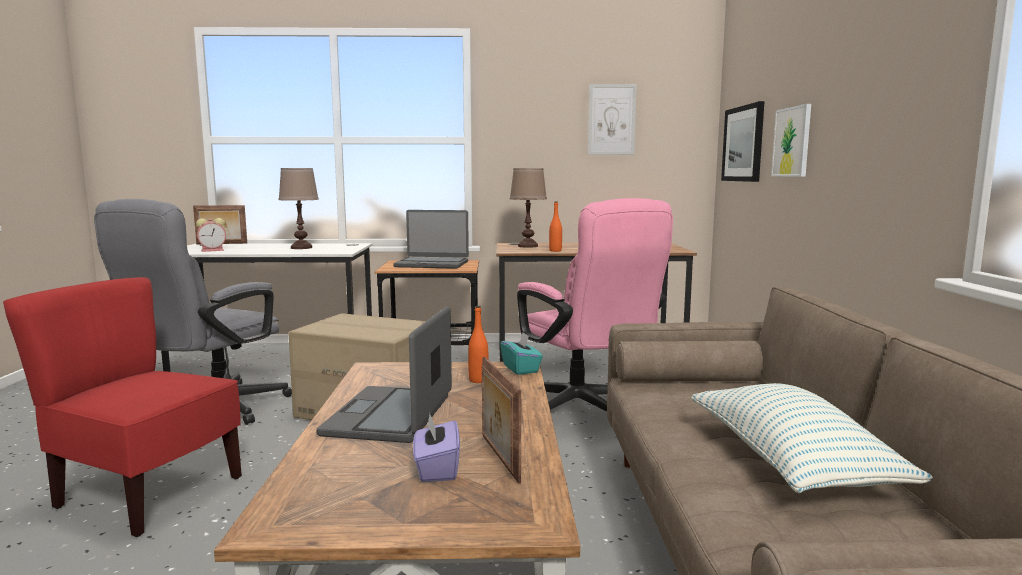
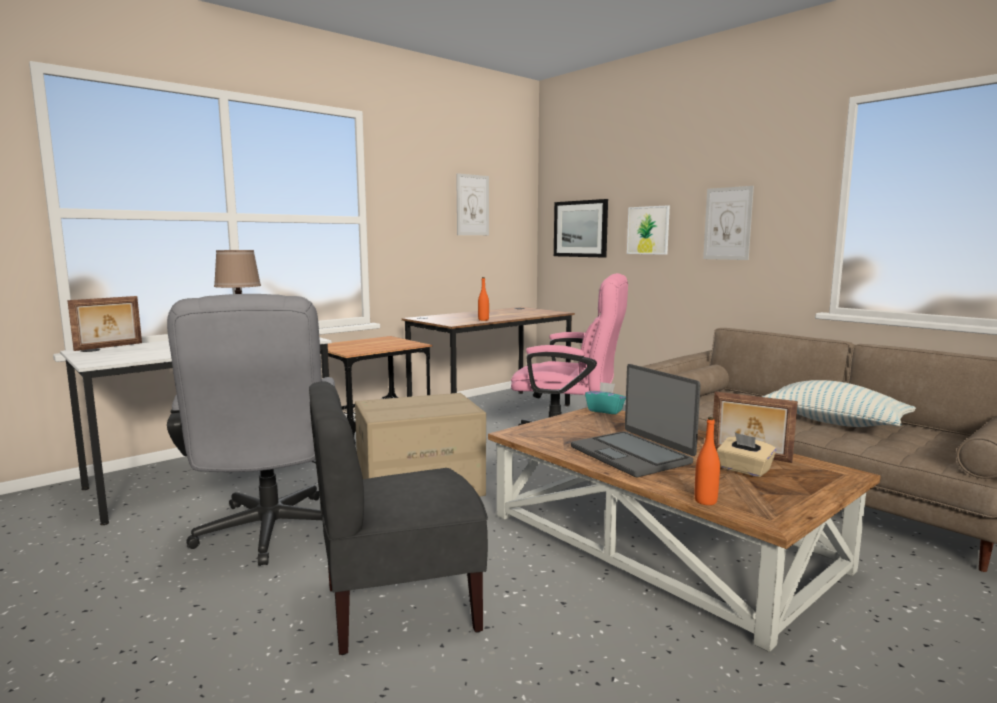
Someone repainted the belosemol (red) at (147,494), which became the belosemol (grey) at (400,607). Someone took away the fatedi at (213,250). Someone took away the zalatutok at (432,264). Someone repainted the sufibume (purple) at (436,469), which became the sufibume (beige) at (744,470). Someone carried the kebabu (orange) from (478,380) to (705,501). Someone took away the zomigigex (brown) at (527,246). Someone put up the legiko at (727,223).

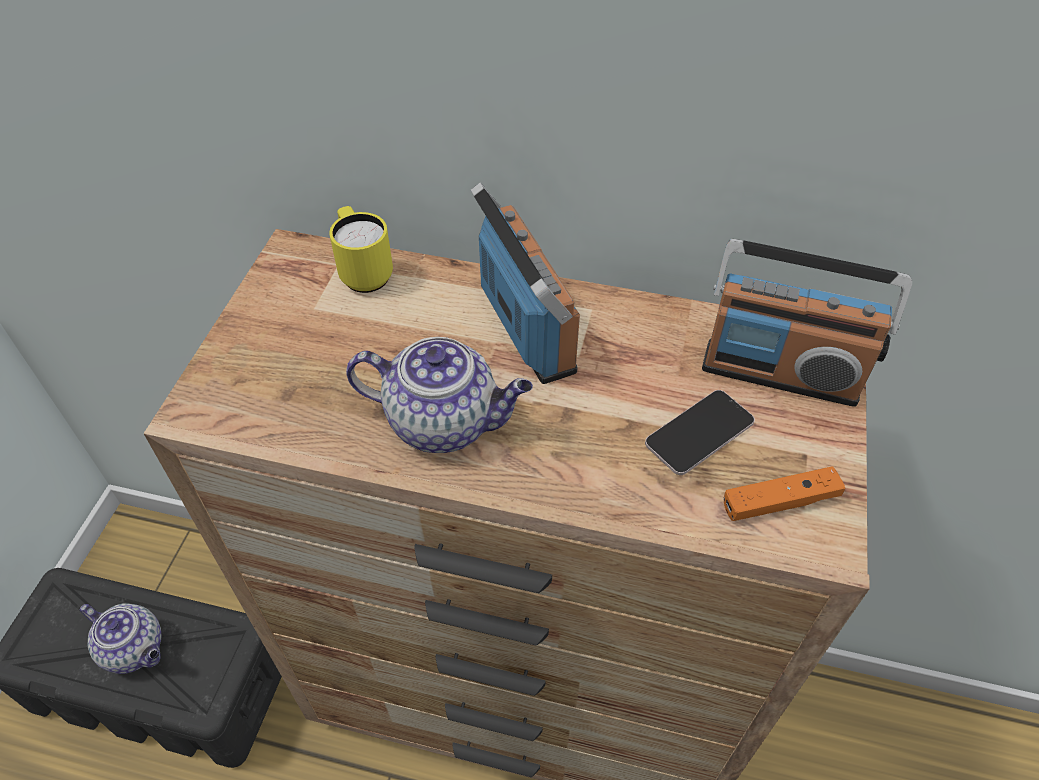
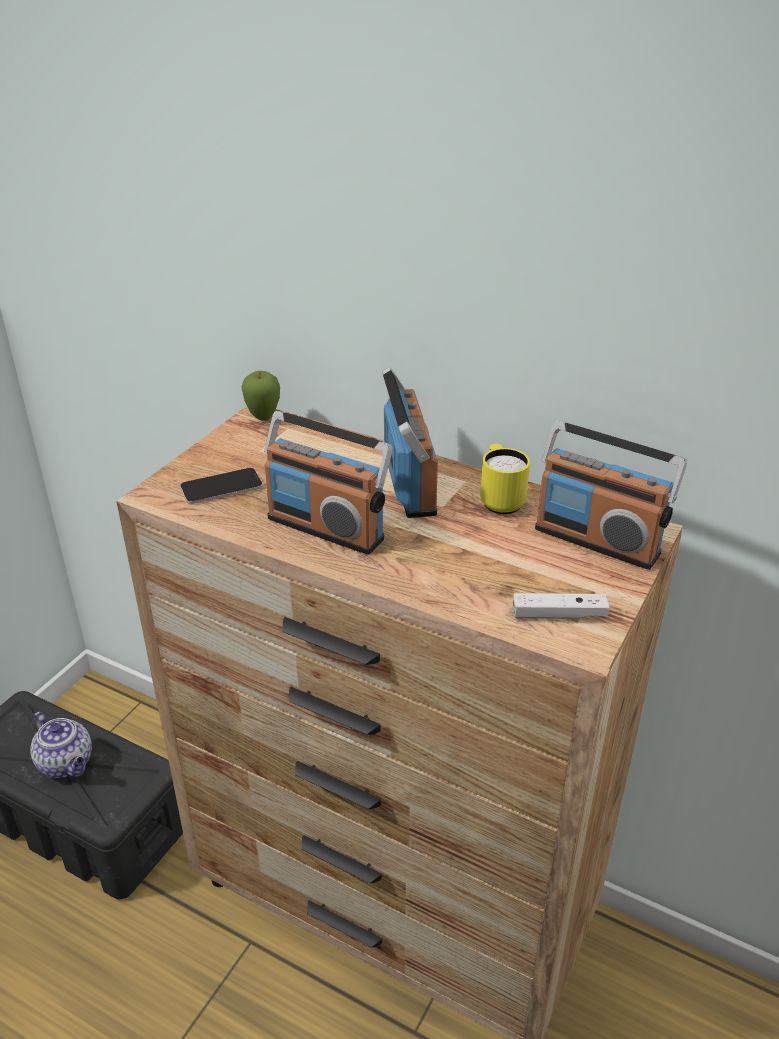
Someone carried the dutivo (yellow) from (364,272) to (500,500). Someone swapped the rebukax at (445,421) for the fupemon at (326,527). Someone carried the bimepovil from (699,433) to (221,487). Someone repainted the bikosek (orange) at (780,502), which became the bikosek (white) at (559,614). Someone put down the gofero at (263,418).

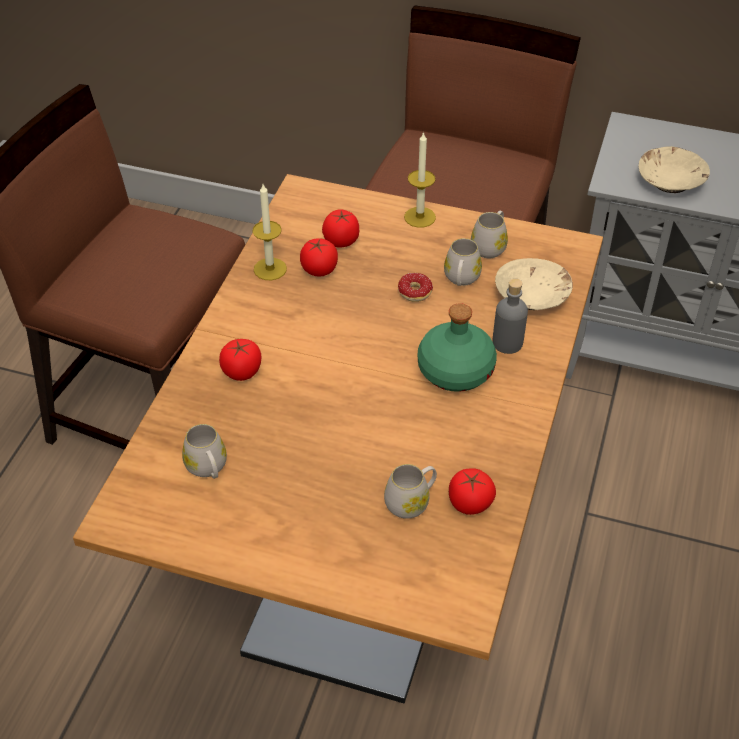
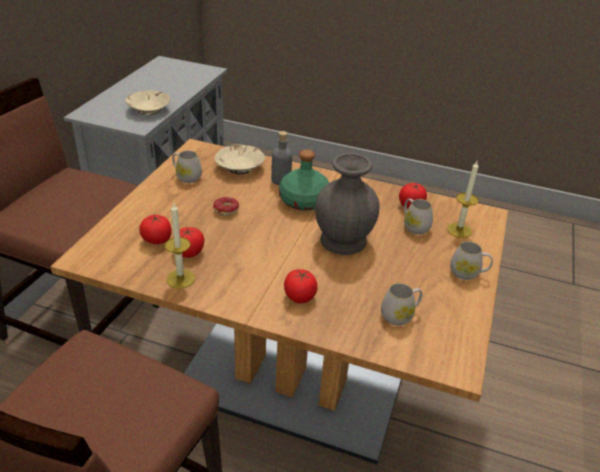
Someone carried the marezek from (420,217) to (459,230). Someone carried the dutivo (white) from (461,279) to (468,273). Someone put down the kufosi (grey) at (344,239).

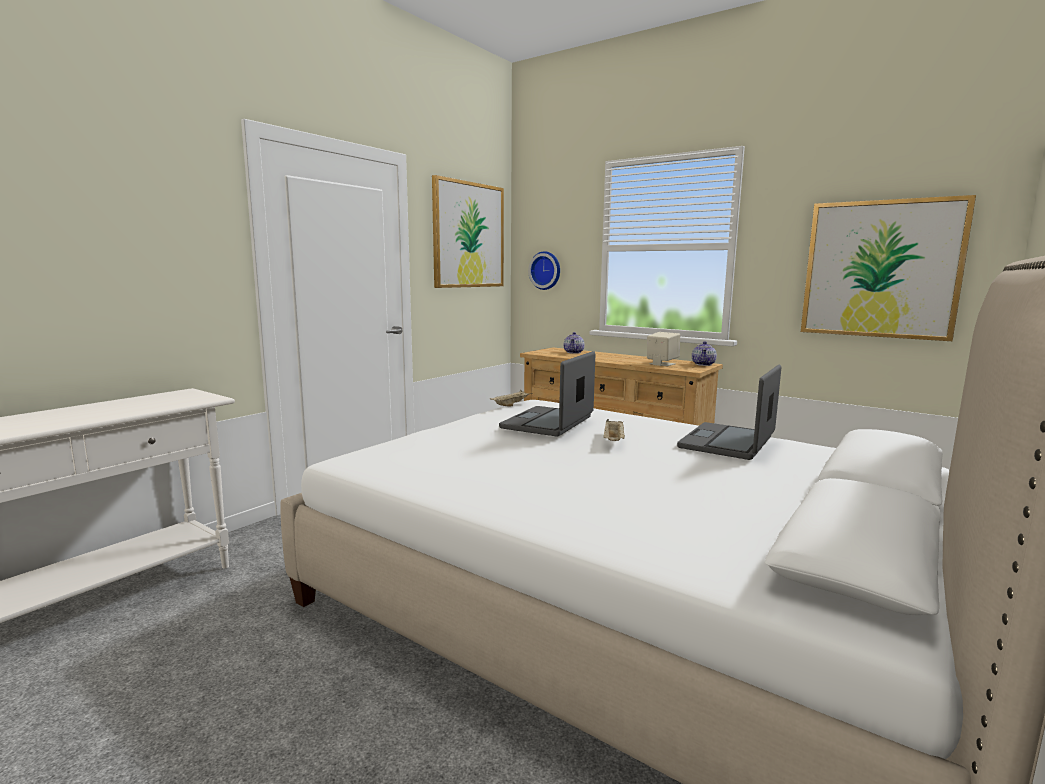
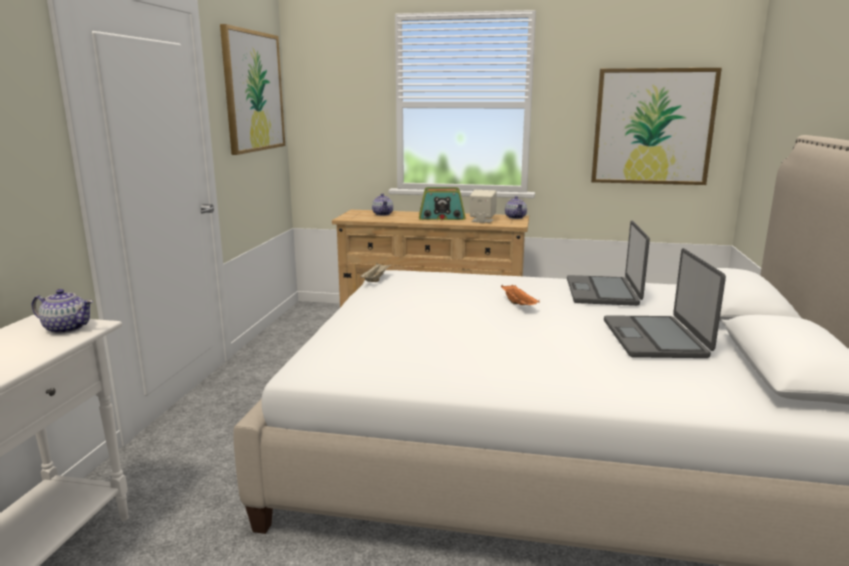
Someone carried the zalatutok from (549,423) to (655,338). Someone took away the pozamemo at (546,270). Someone repainted the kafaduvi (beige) at (613,441), which became the kafaduvi (orange) at (519,305). Someone put down the rebukax at (66,328). Someone put down the fupemon at (442,217).

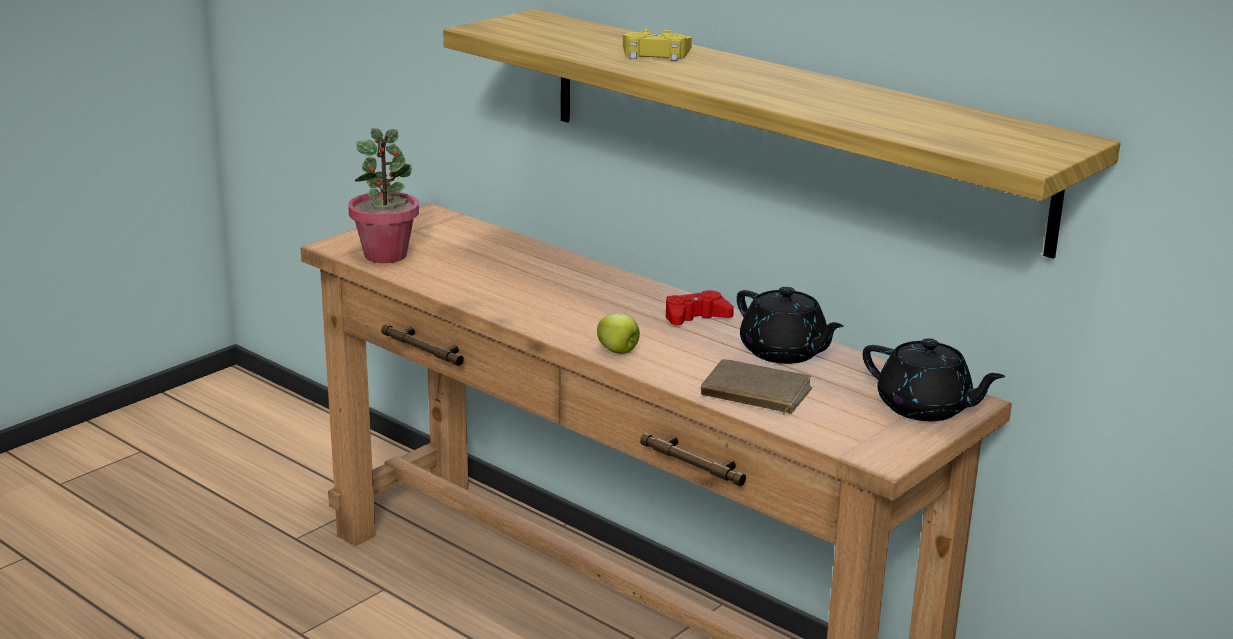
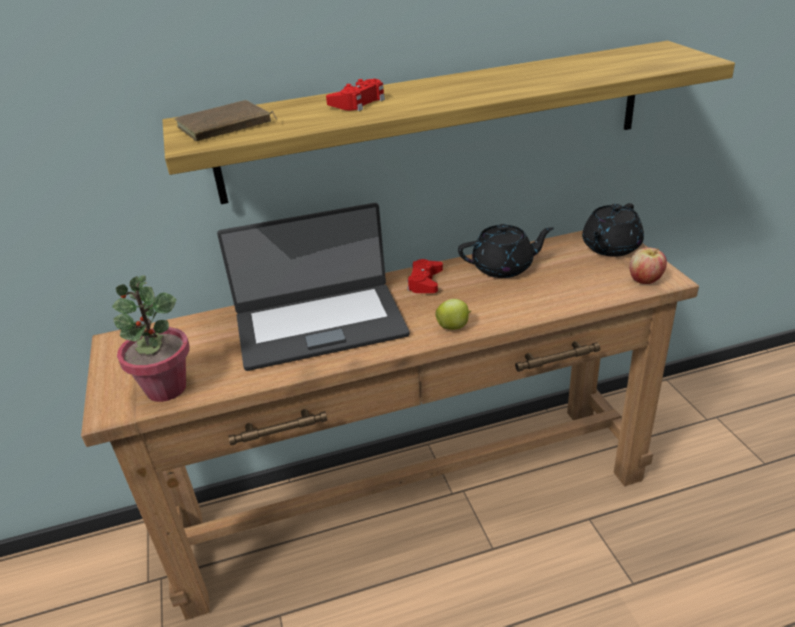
Someone repainted the bikosek (yellow) at (655,54), which became the bikosek (red) at (358,102). Someone carried the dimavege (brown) from (754,394) to (225,127). Someone rotated the rebukax (black) at (925,408) by 150 degrees clockwise. Someone put down the zalatutok at (320,324). Someone put down the gofero at (645,280).

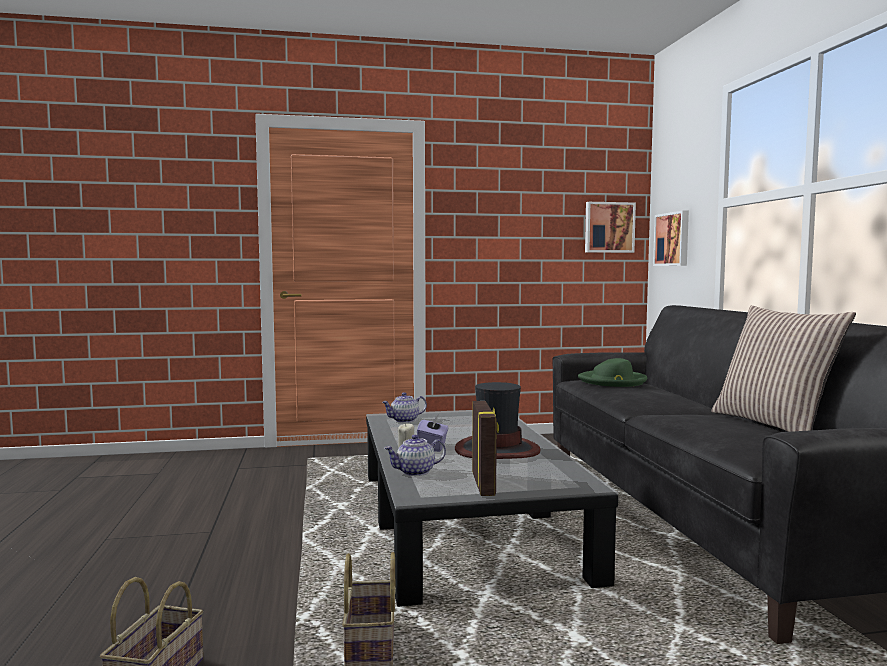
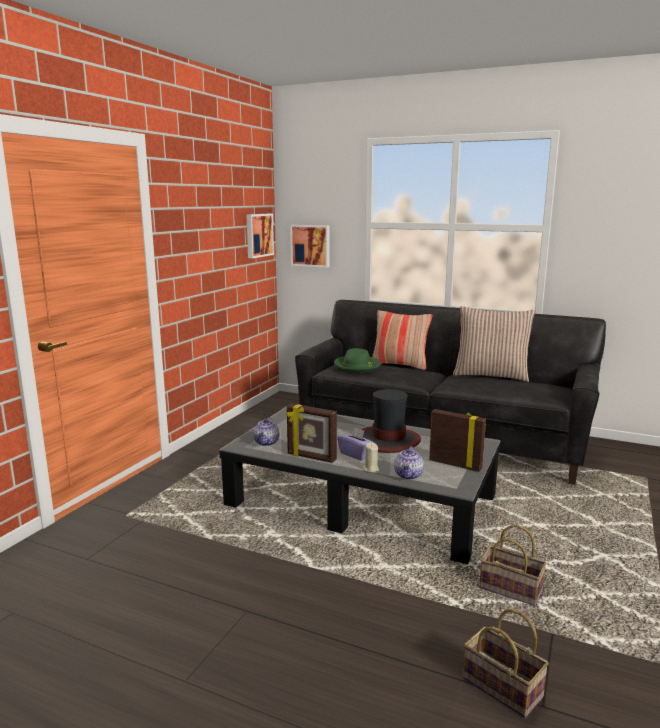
Someone put down the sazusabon at (311,457). Someone put down the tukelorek at (400,364).

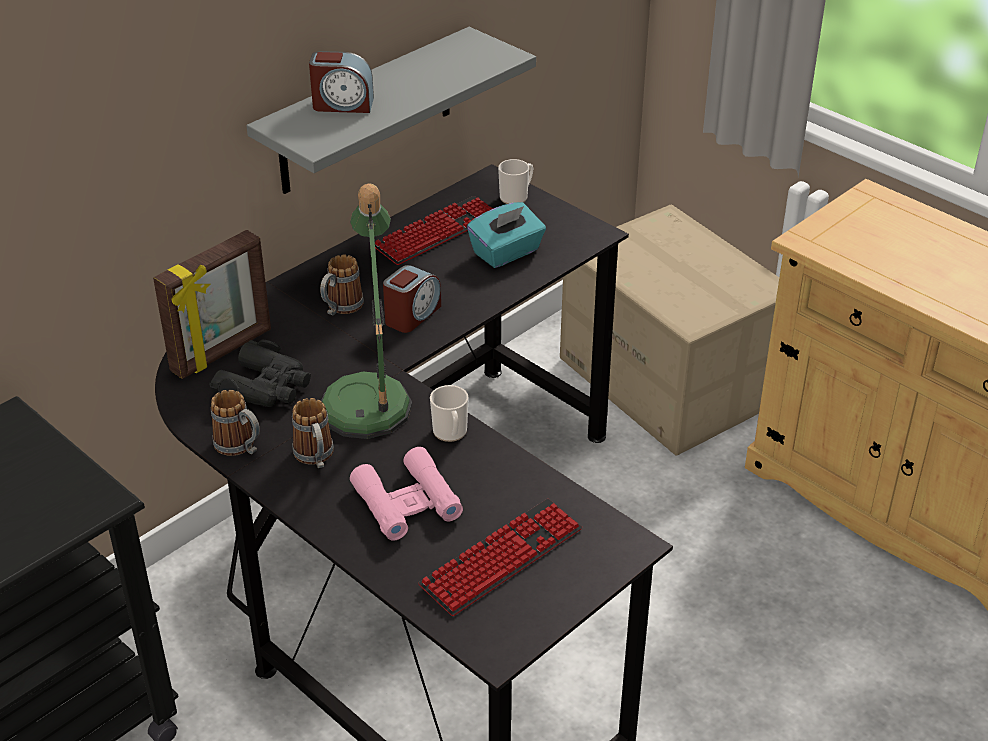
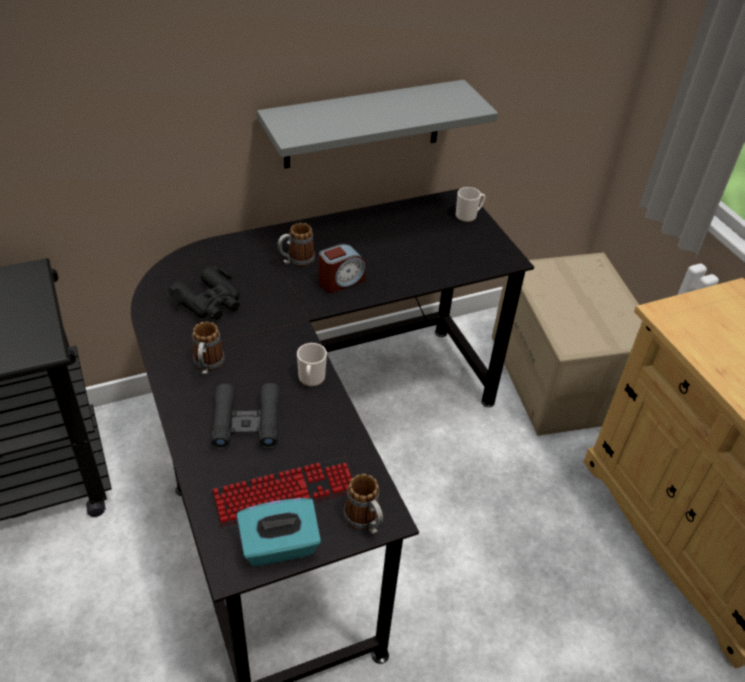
Someone took away the sazusabon at (222,352). Someone carried the dutivo from (240,447) to (365,522). Someone took away the fatedi at (342,104). Someone took away the zomigigex at (368,397). Someone repainted the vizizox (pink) at (407,503), which became the vizizox (black) at (246,422). Someone took away the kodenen at (437,232). Someone carried the sufibume (turquoise) from (507,253) to (279,546).

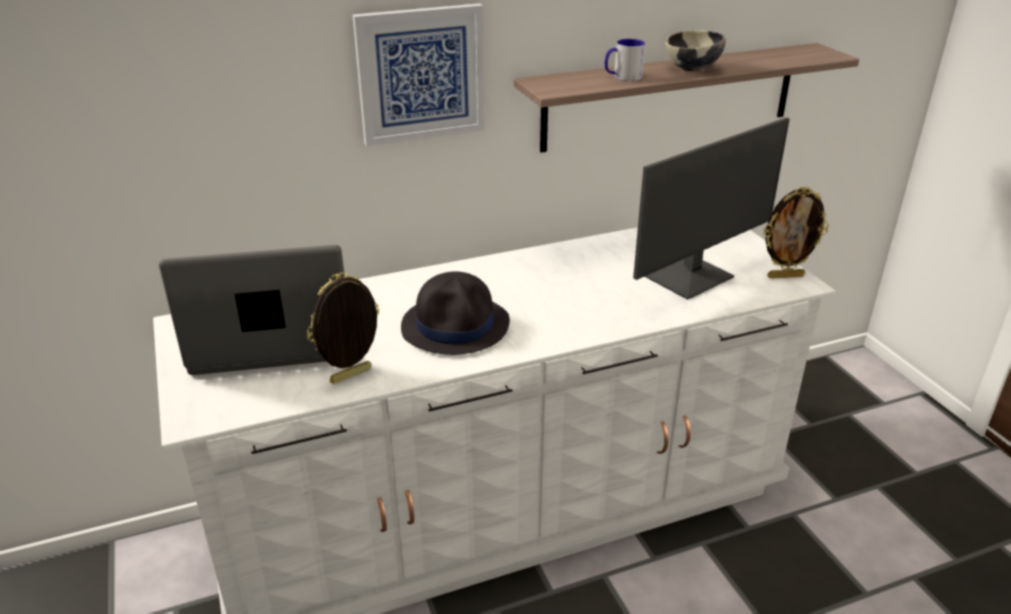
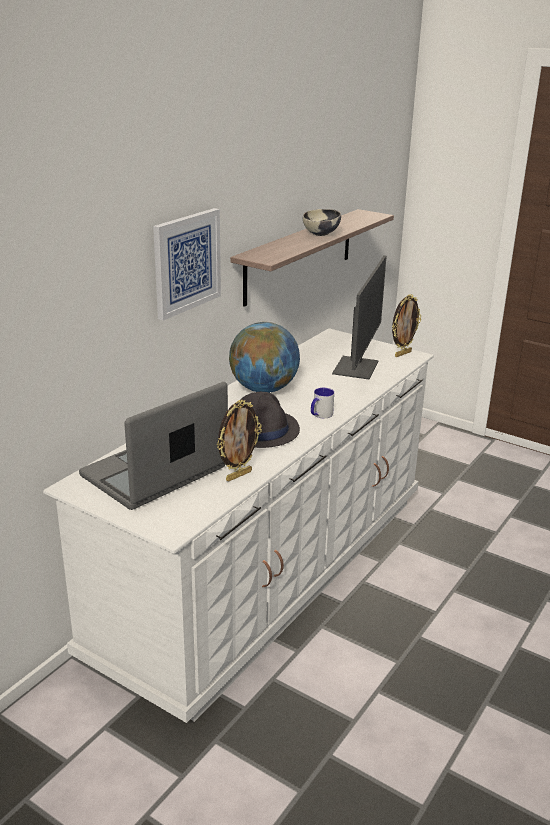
Someone rotated the sazusabon at (351,376) by 150 degrees counterclockwise. Someone carried the dutivo from (622,77) to (320,415). Someone put down the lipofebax at (264,389).

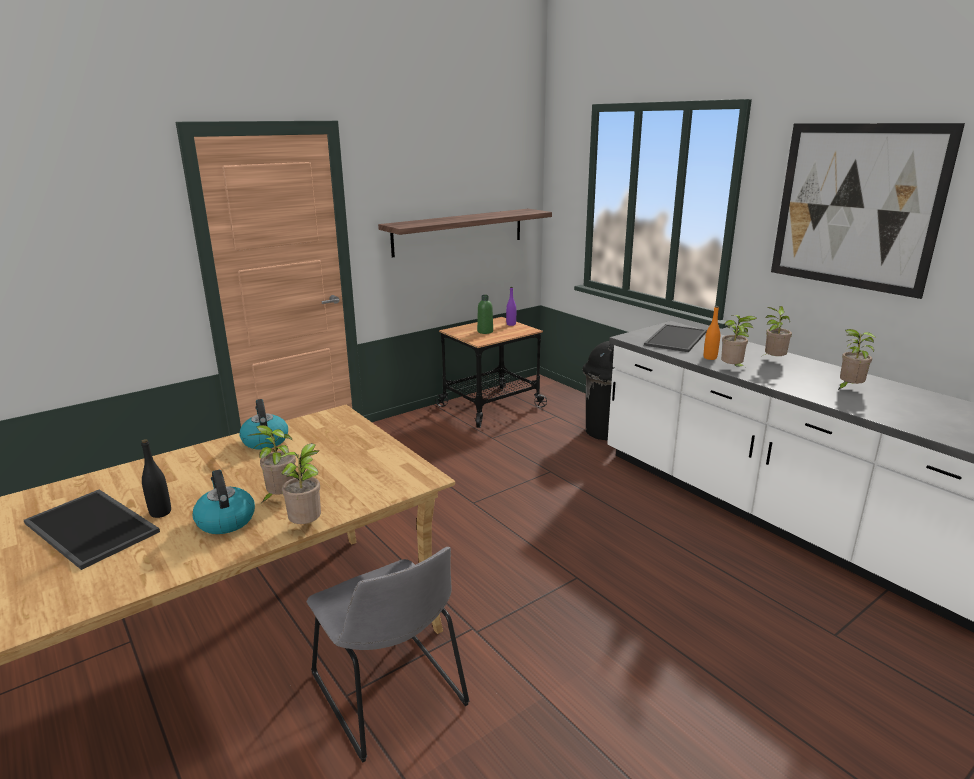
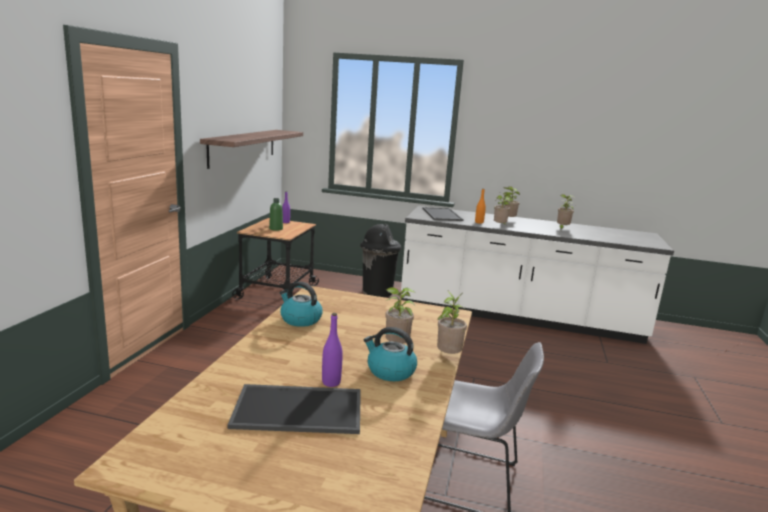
Someone repainted the kebabu (black) at (160,513), which became the kebabu (purple) at (331,382). Someone took away the legiko at (855,207).

